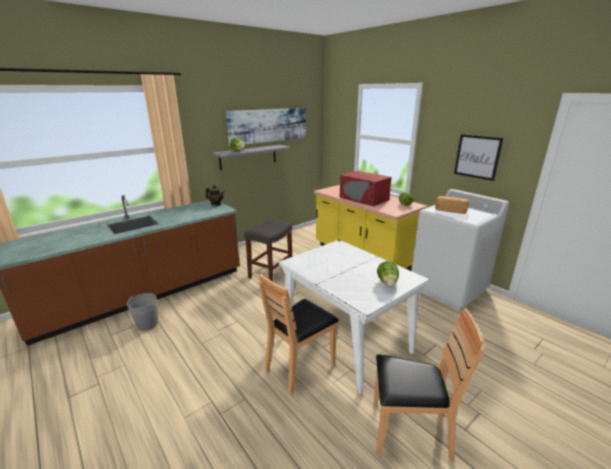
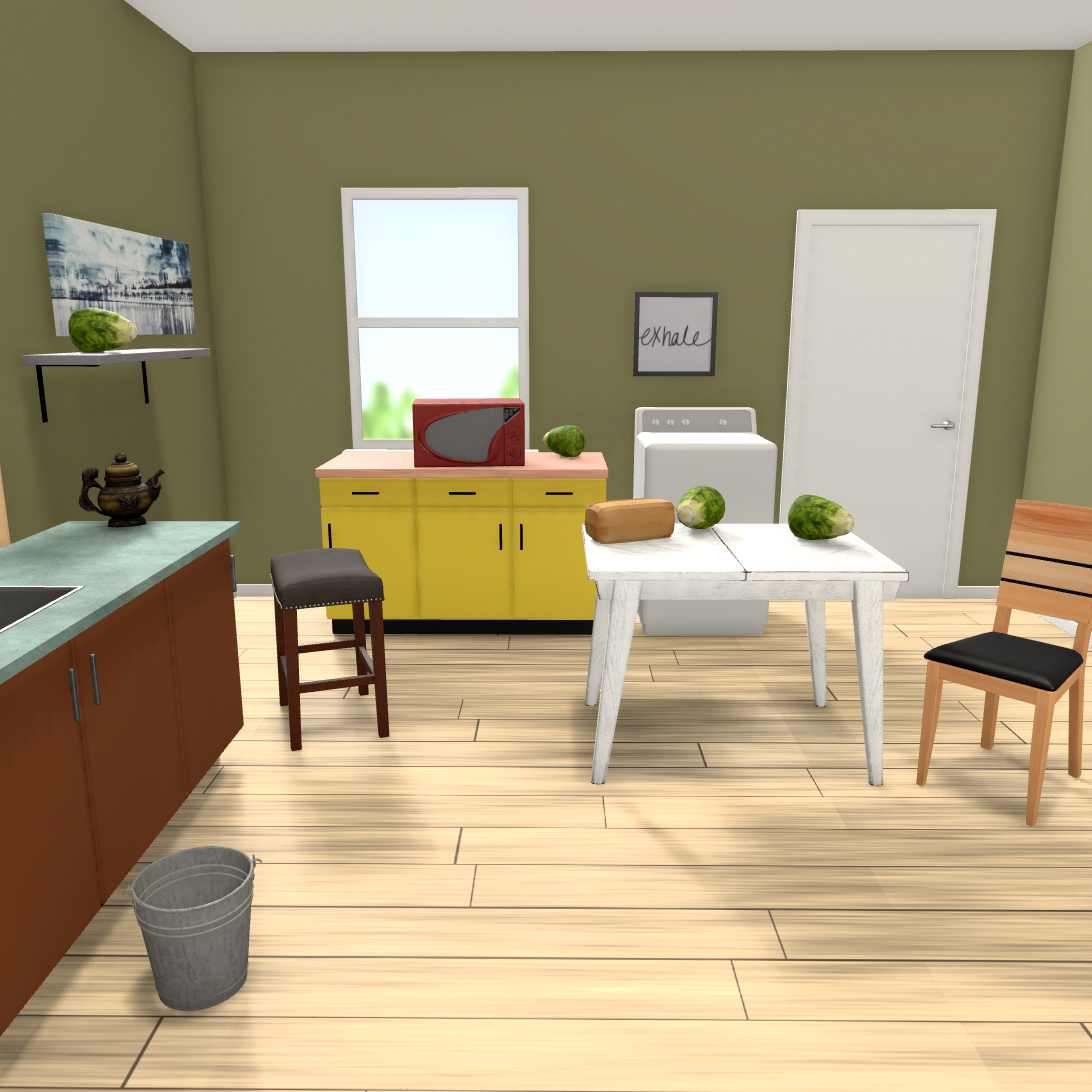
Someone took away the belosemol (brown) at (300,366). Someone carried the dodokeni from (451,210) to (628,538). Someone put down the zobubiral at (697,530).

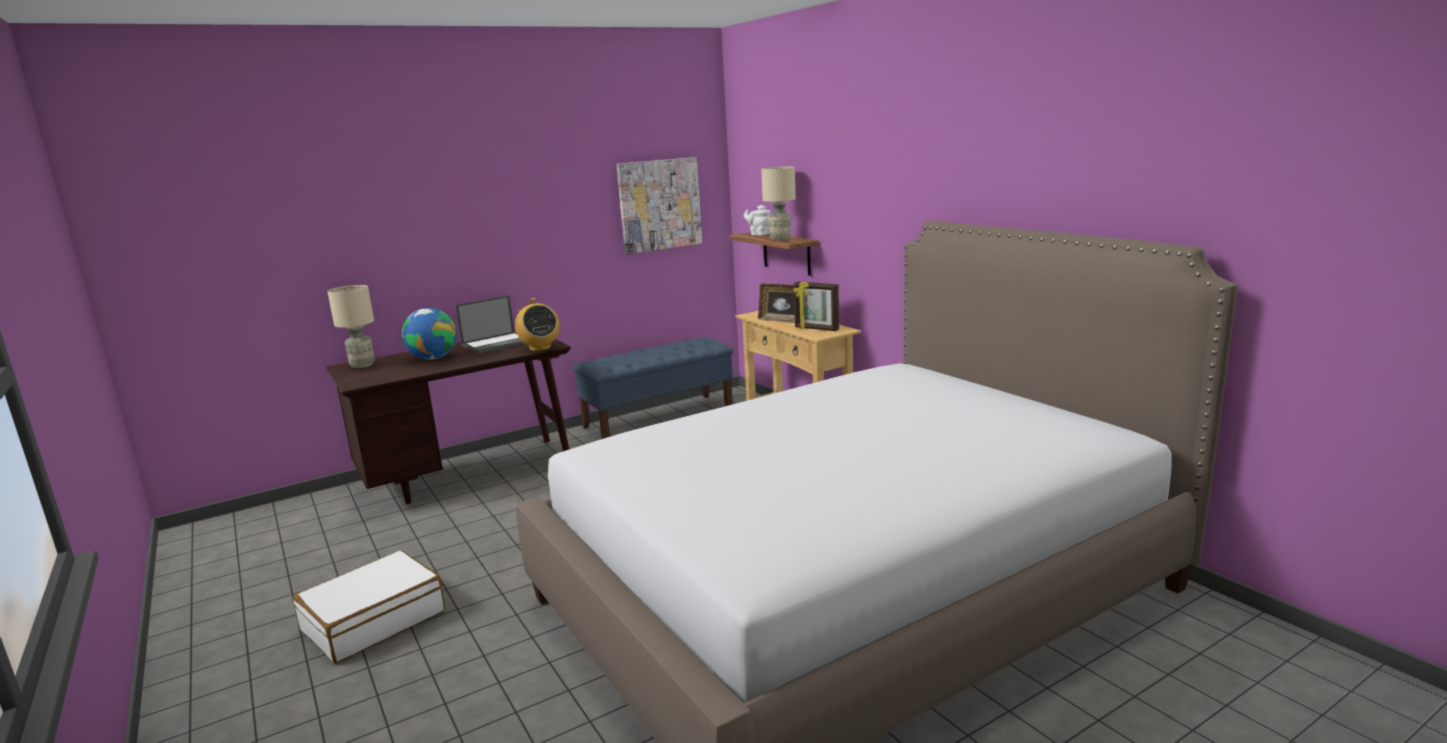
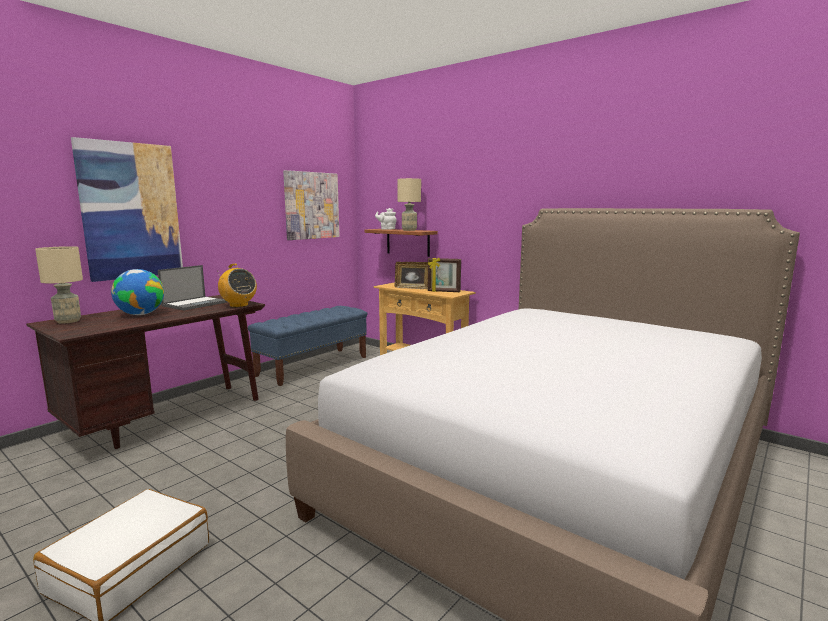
Someone put up the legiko at (131,211).

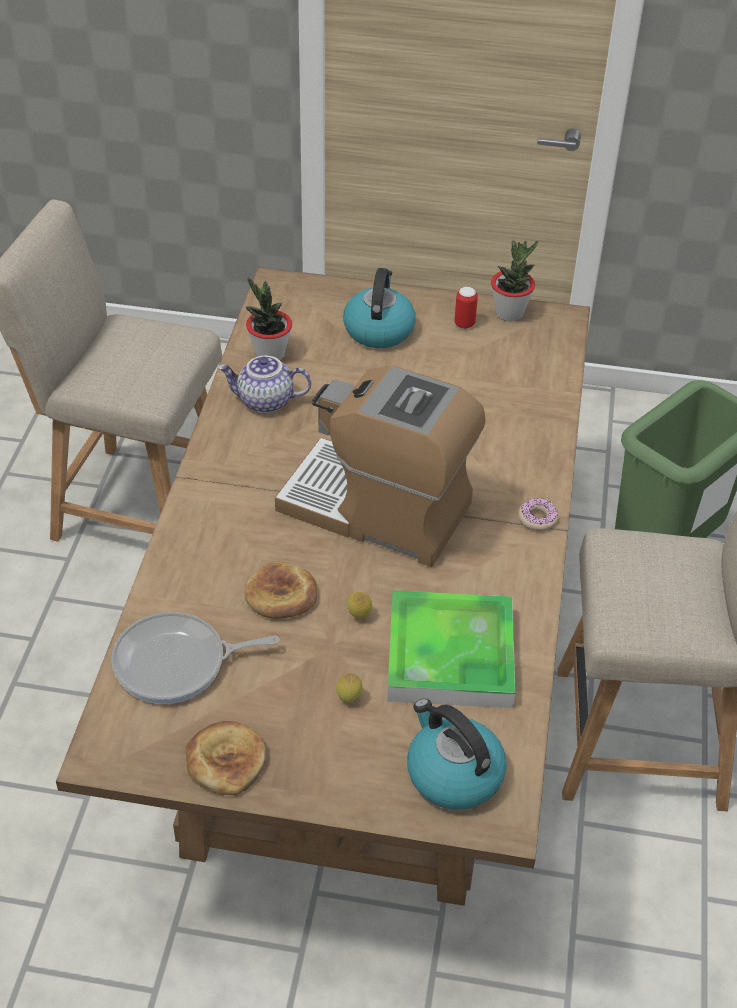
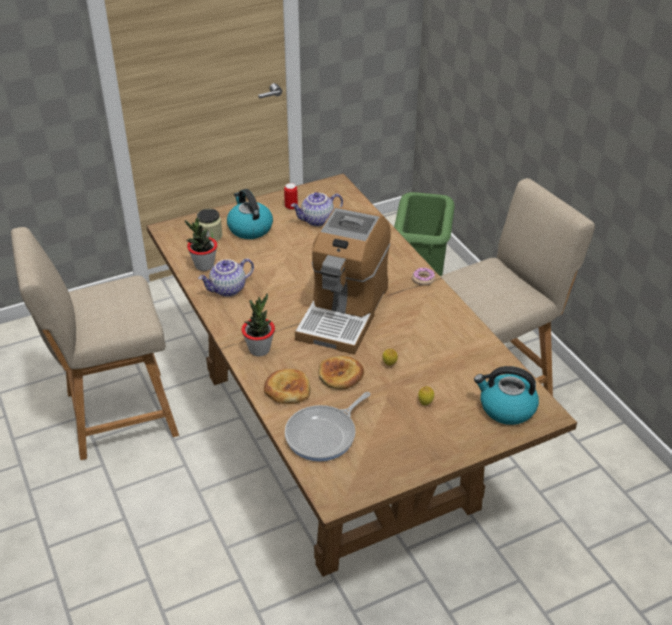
Someone carried the dodokeni from (226,761) to (287,389). Someone rotated the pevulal at (378,509) by 60 degrees counterclockwise. Someone took away the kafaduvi at (450,655). Someone carried the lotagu from (509,313) to (259,349). Someone put down the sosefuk at (210,236). Someone put down the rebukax at (317,220).

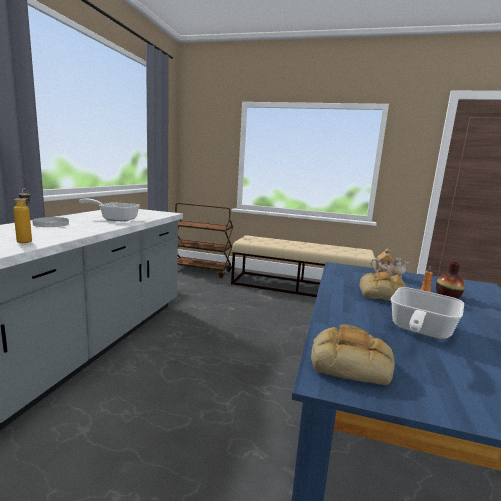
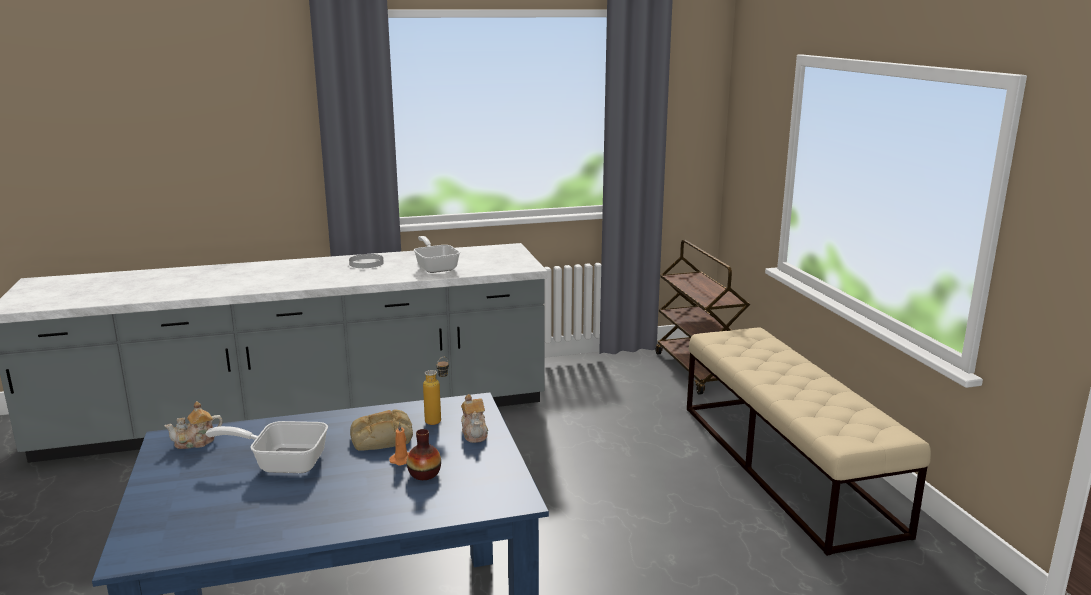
Someone carried the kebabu from (26,240) to (438,419). Someone swapped the dodokeni at (351,363) for the rebukax at (196,442).

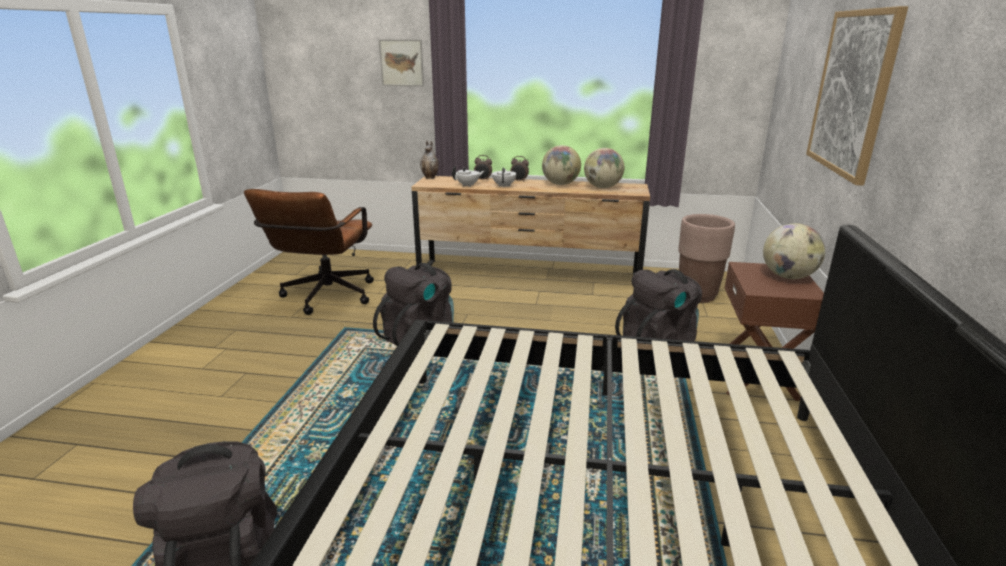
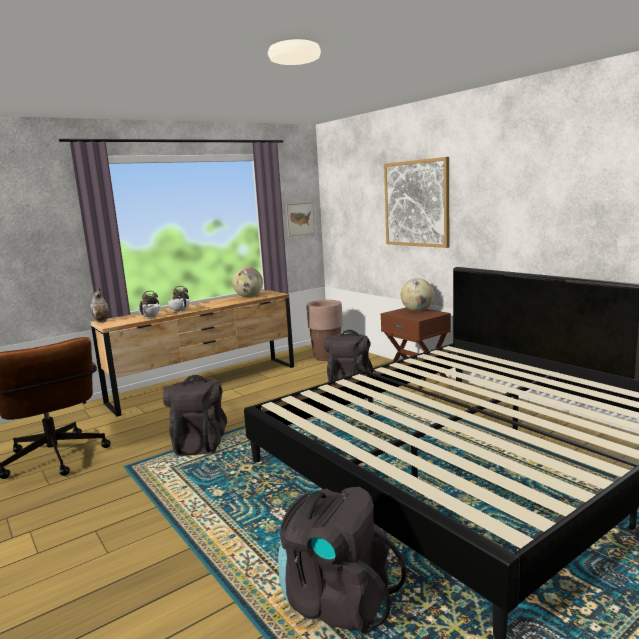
Someone carried the legiko from (401,63) to (300,219). Someone took away the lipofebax at (560,184).

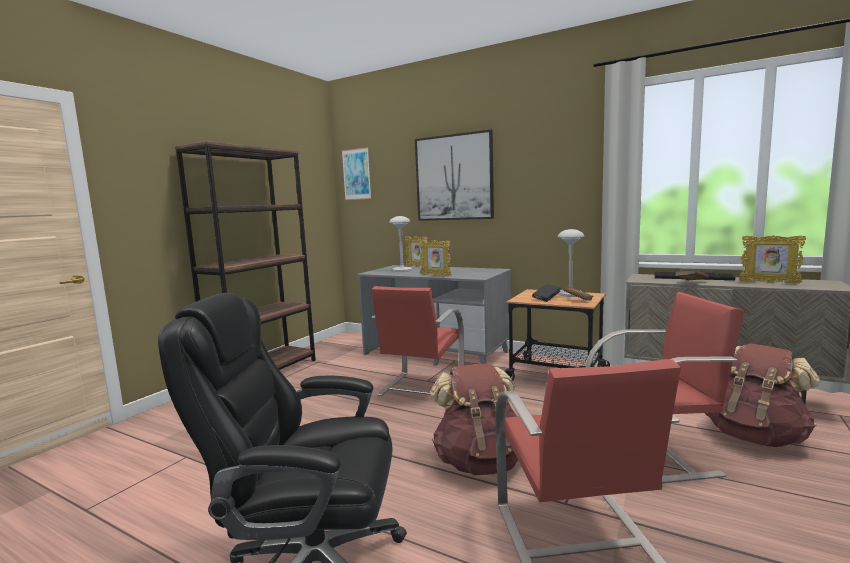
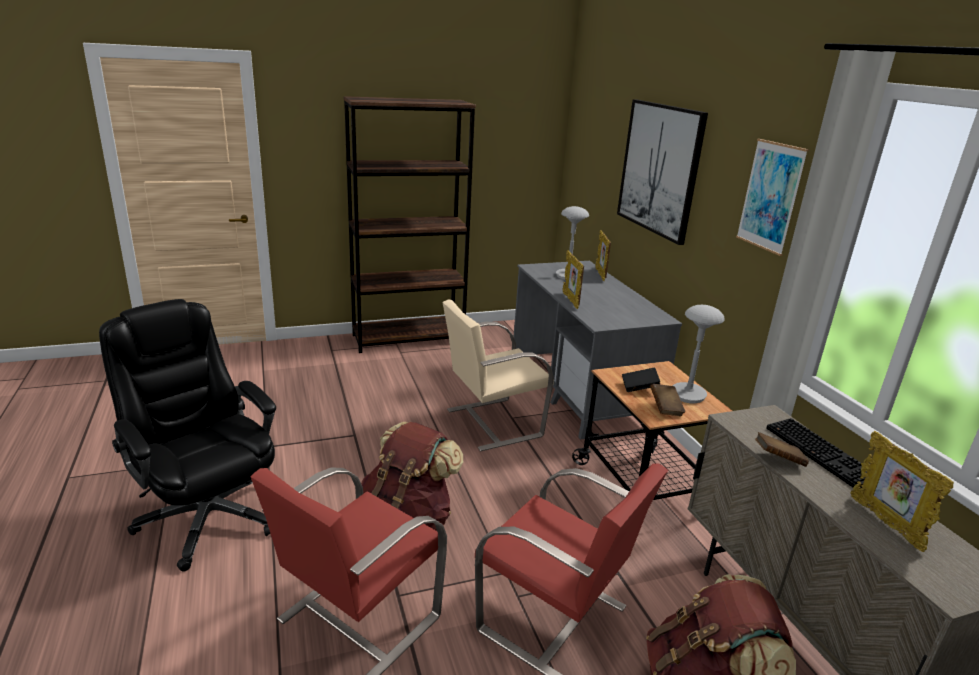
Someone carried the legiko from (356,174) to (770,196). Someone repainted the belosemol (red) at (420,388), which became the belosemol (beige) at (492,423).

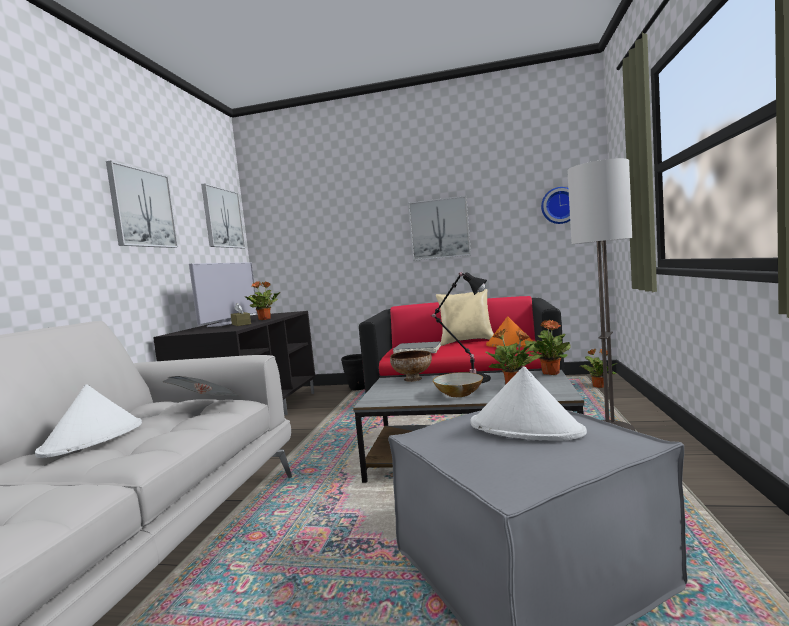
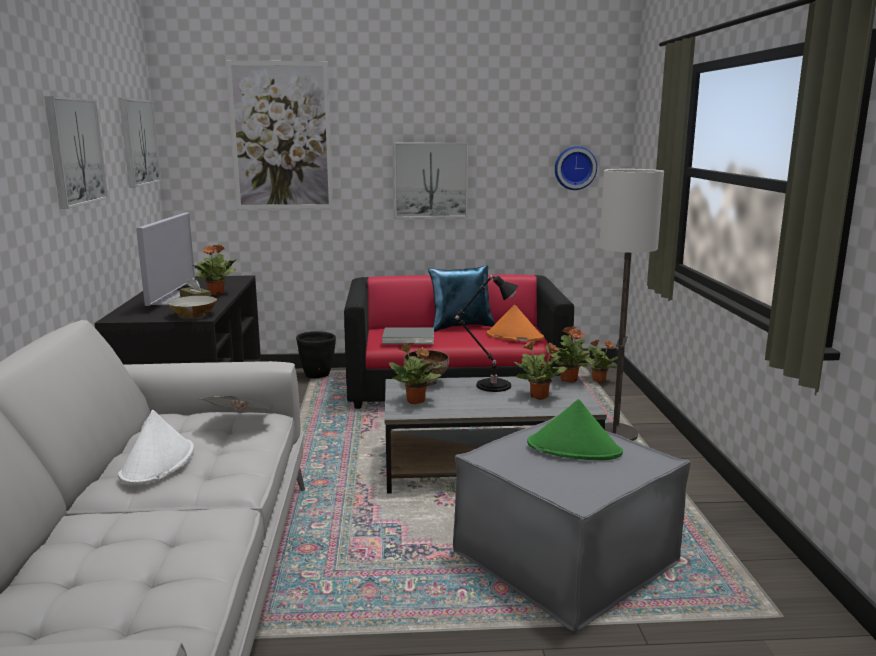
Someone carried the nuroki from (458,394) to (193,315). Someone repainted the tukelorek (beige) at (467,342), which became the tukelorek (blue) at (461,327). Someone repainted the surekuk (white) at (526,428), which became the surekuk (green) at (574,448). Someone put up the legiko at (281,136). Someone put down the lotagu at (416,401).

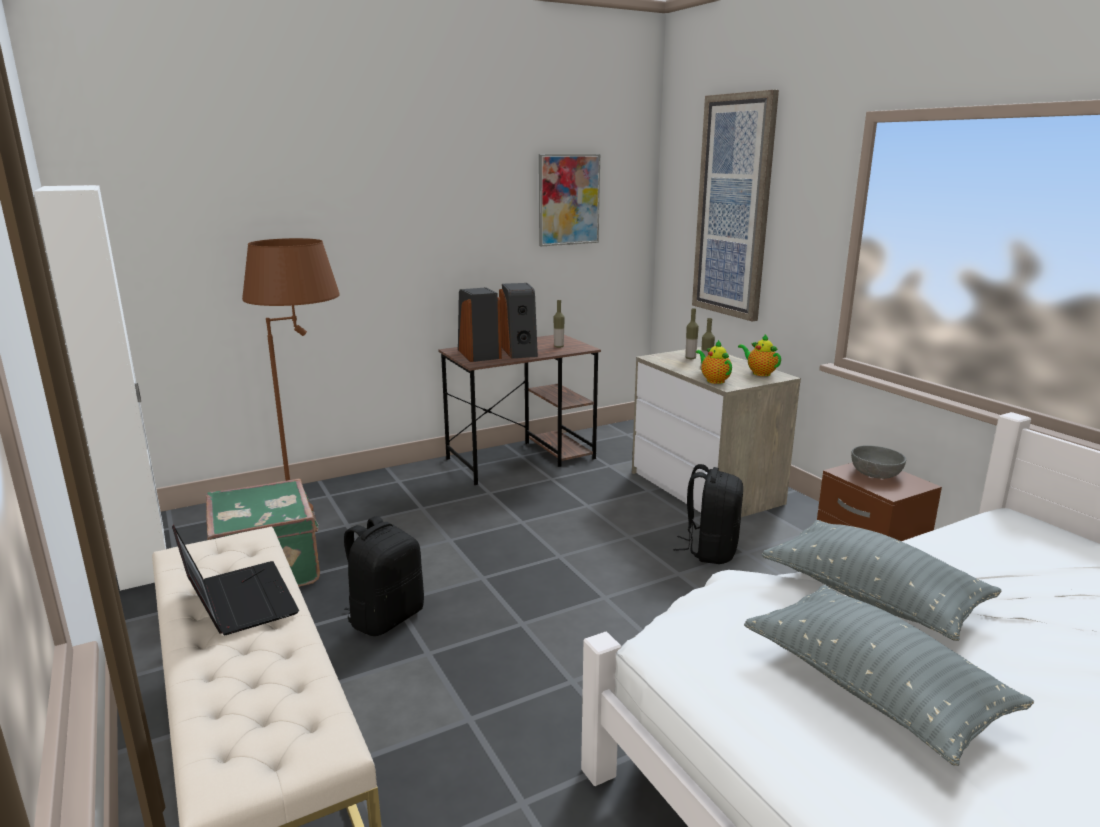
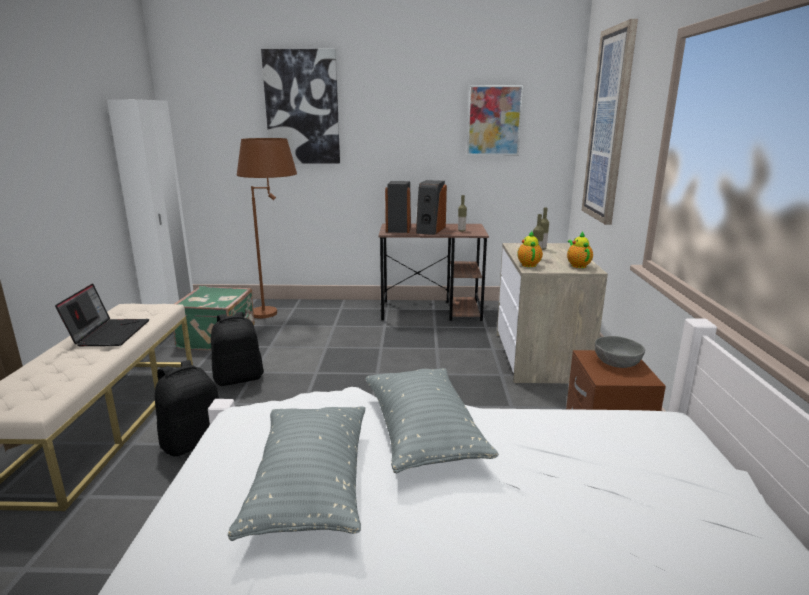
Someone carried the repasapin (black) from (710,550) to (193,442). Someone put up the legiko at (302,108).

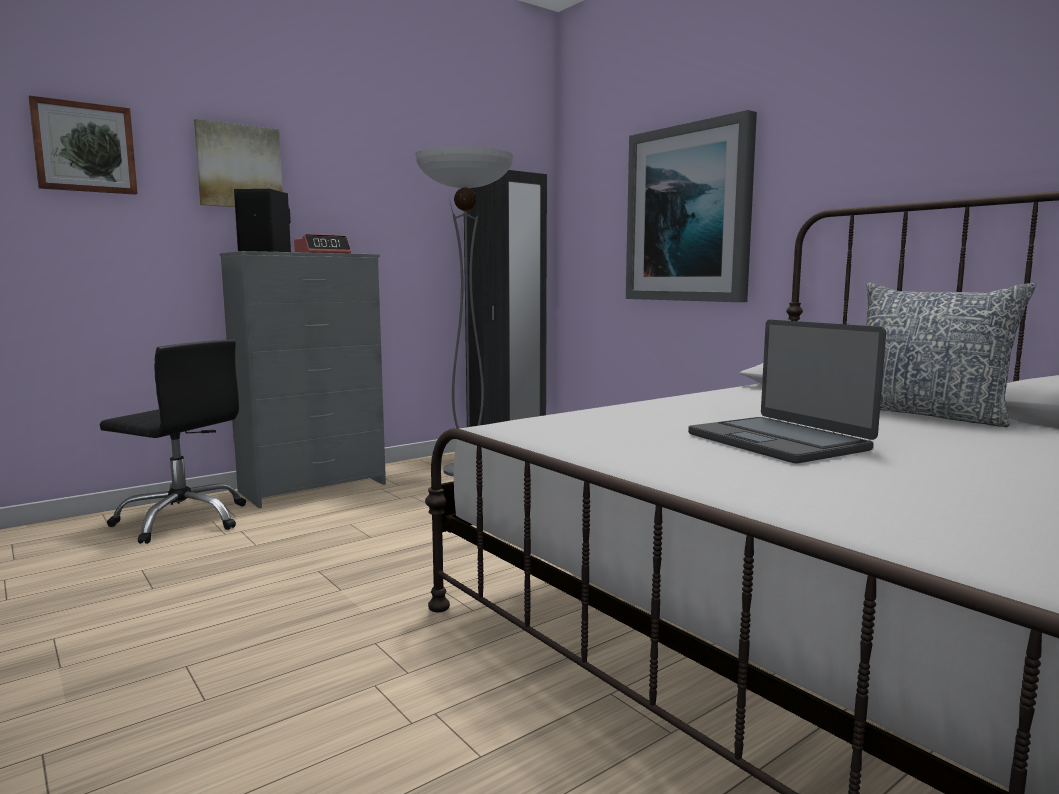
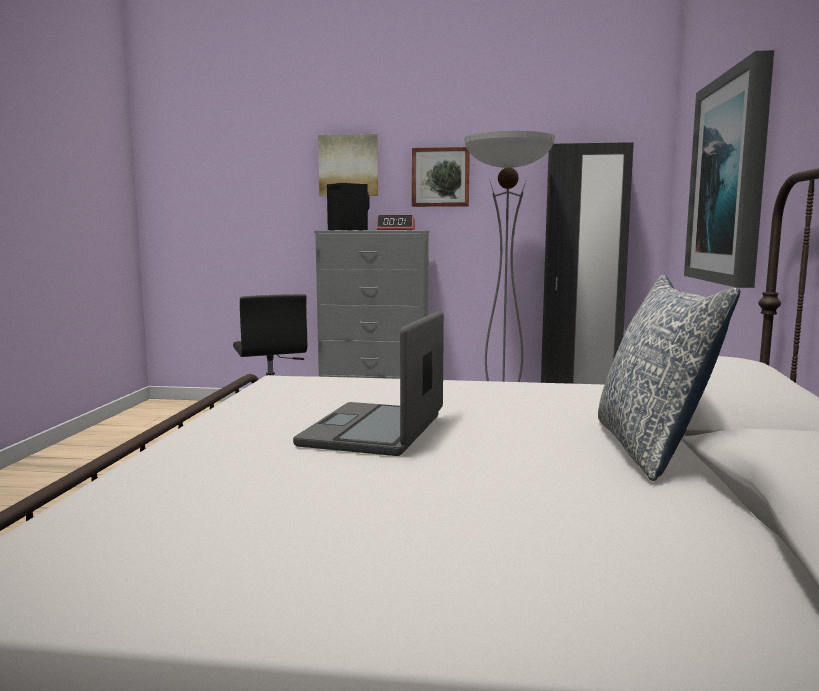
Someone carried the legiko from (84,148) to (440,177).

